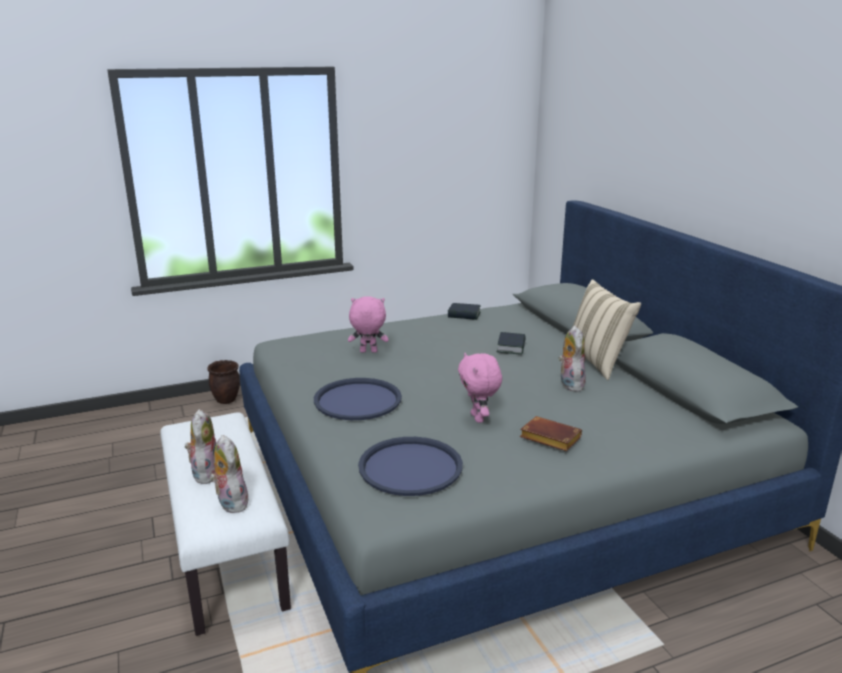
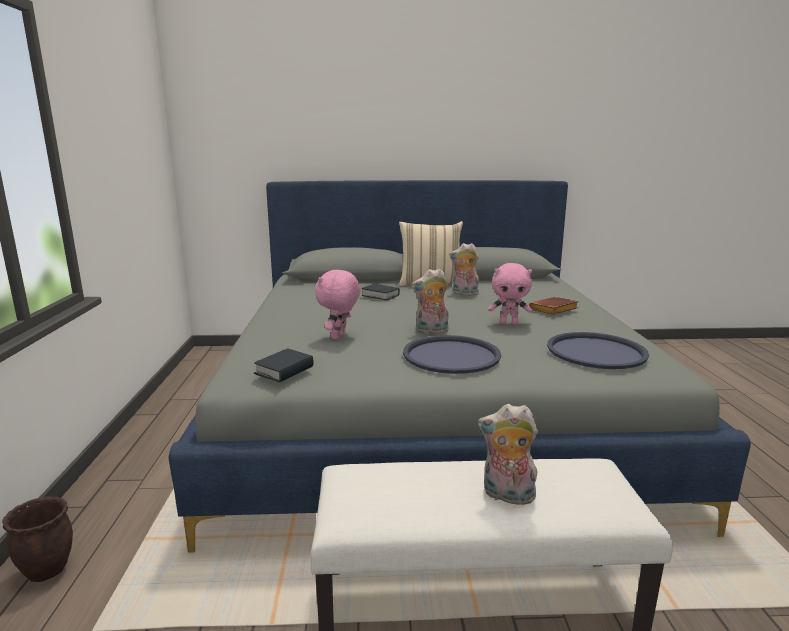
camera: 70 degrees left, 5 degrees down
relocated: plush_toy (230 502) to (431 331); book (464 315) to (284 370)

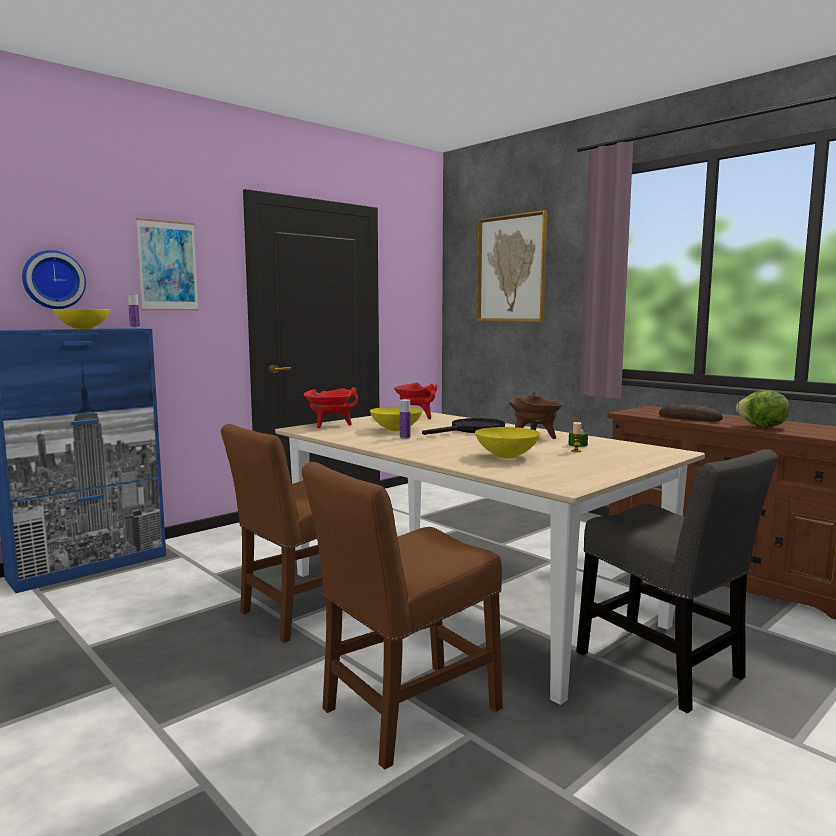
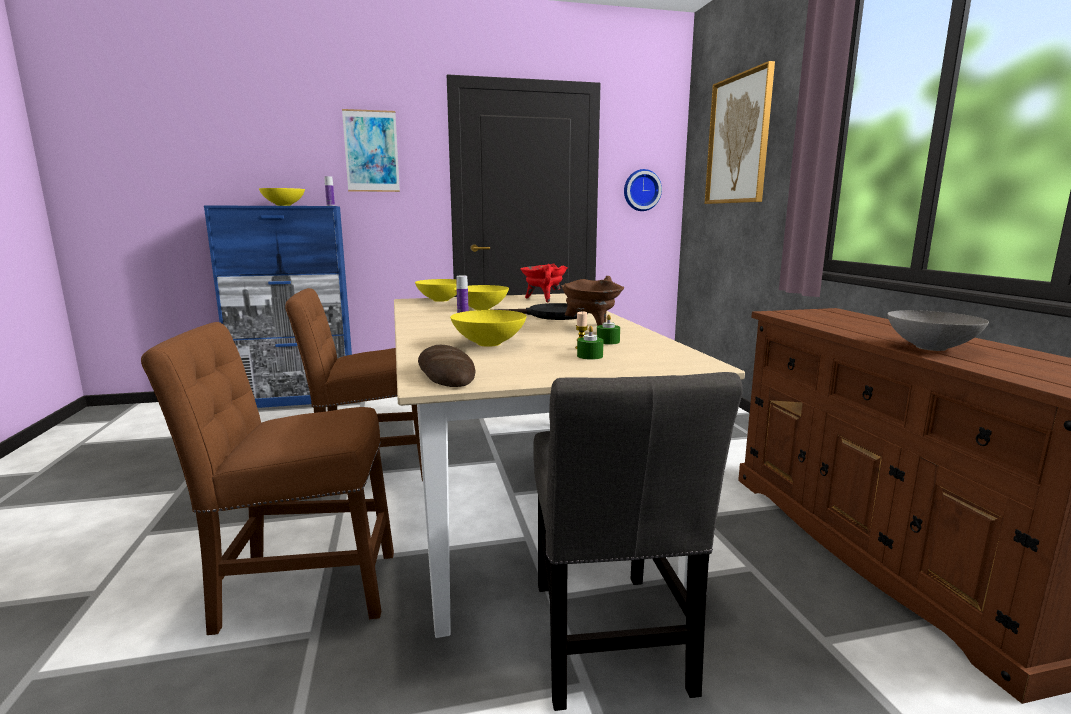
camera: 30 degrees right, 5 degrees up
appeared: green_candle (590 356)
relocated: wall_clock (53 280) to (641 190); bread (689 418) to (446 373)
exchanged: red_cooking_pot (329 425) to yellow_bowl (441 300); lettuce (762 427) to grey_bowl (930 348)

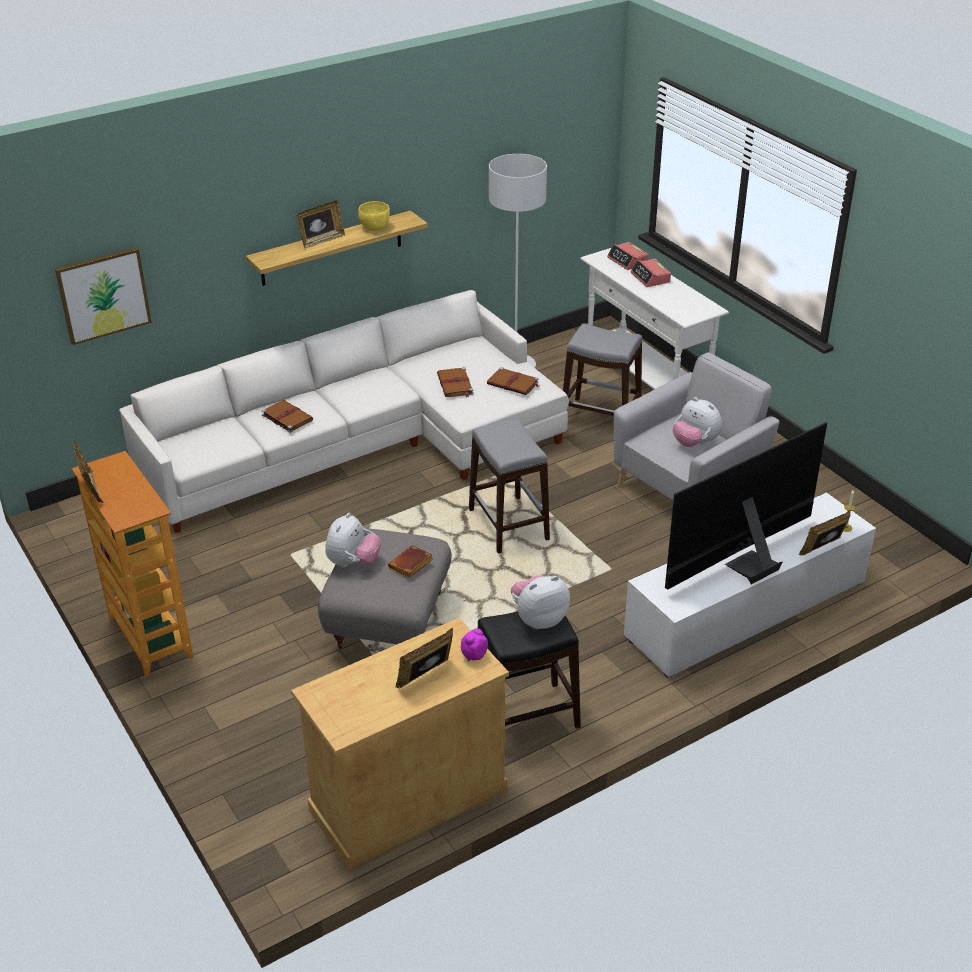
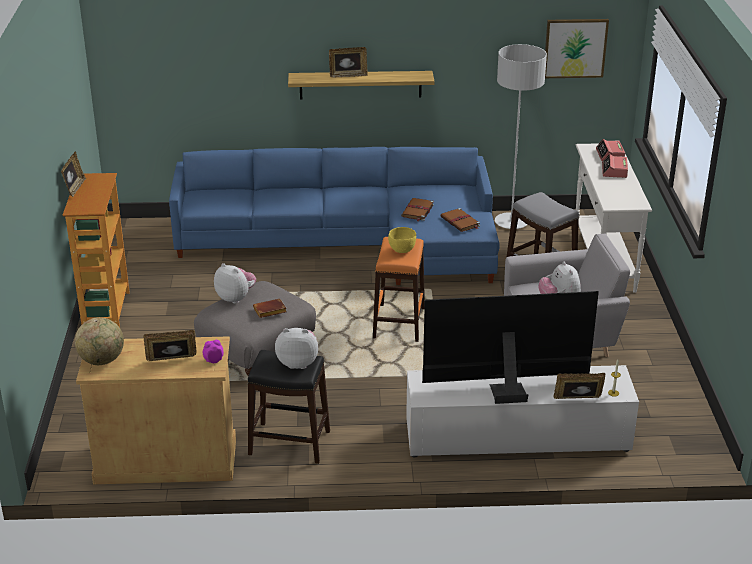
camera: 30 degrees right, 5 degrees down
missing: brown_book (286 417)
appeared: globe (102 360)
relocated: picture (103 295) to (575 48); yellow_bowl (374 228) to (401 250)
colour: white_sofa (364 444) to blue_sofa (350 241); grey_stool (508 525) to orange_stool (398 323)
spun: plush_toy (353 563) = (236 298) 105 degrees counterclockwise

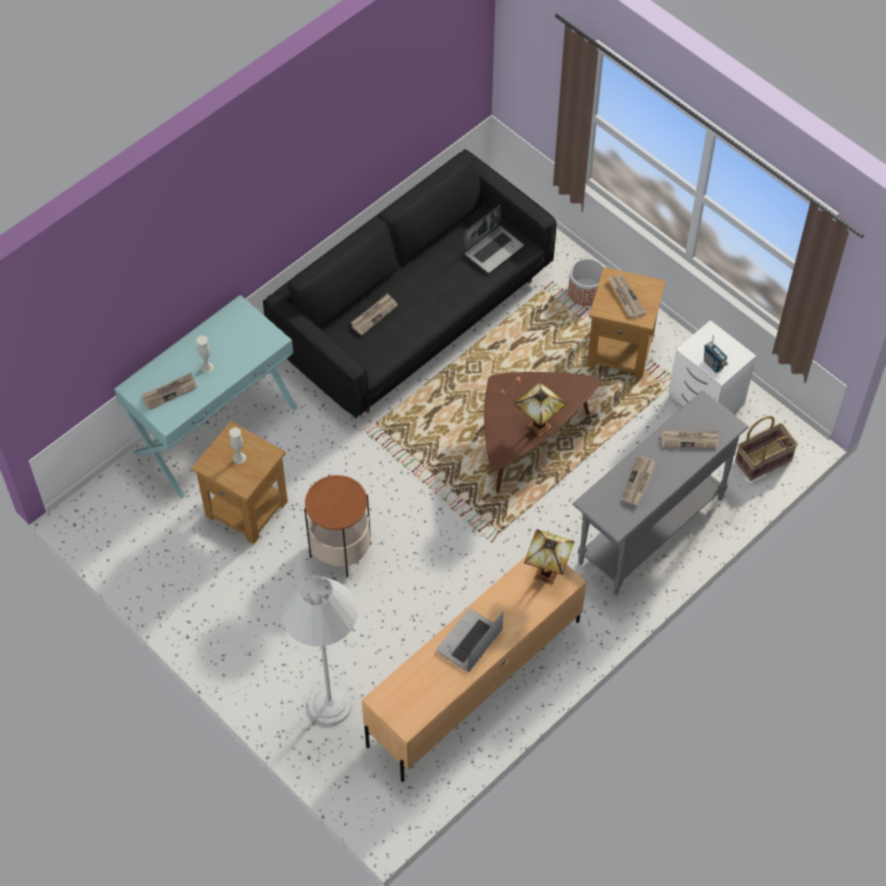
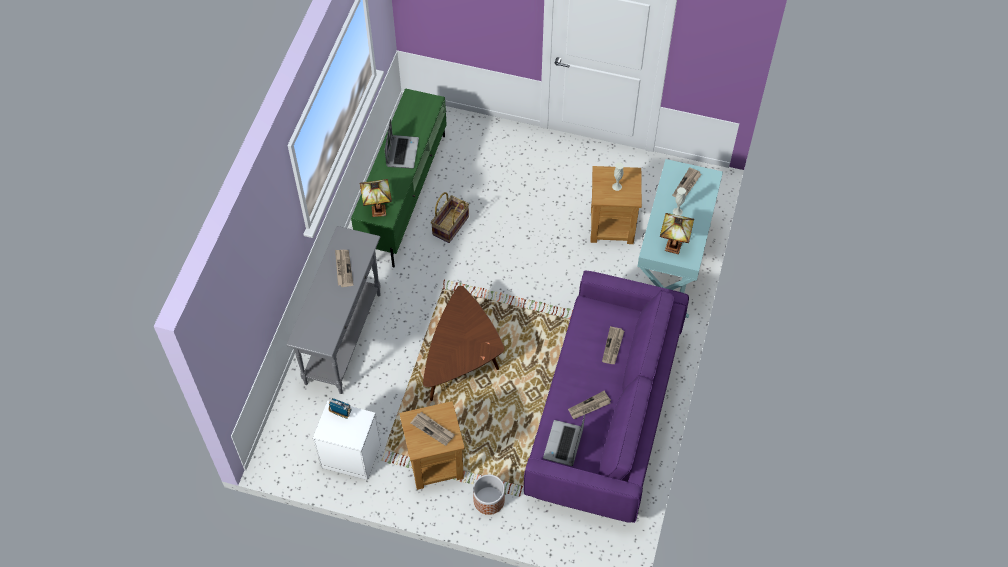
camera: 150 degrees right, 0 degrees up
missing: white_floor_lamp (330 704); side_table (340 550)
relocated: table_lamp (538 428) to (672 245); newspaper (689 440) to (589 406); basket (763 459) to (451 226)
colour: black_sofa (413 314) to purple_sofa (604 414); beige_tv_stand (473 683) to green_tv_stand (404 195)

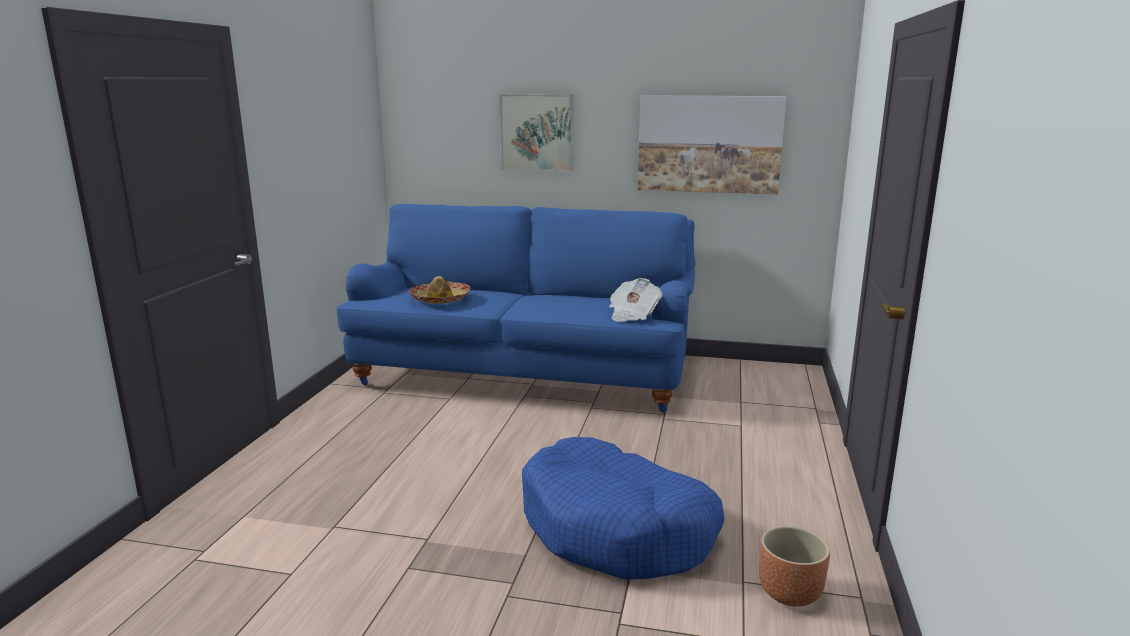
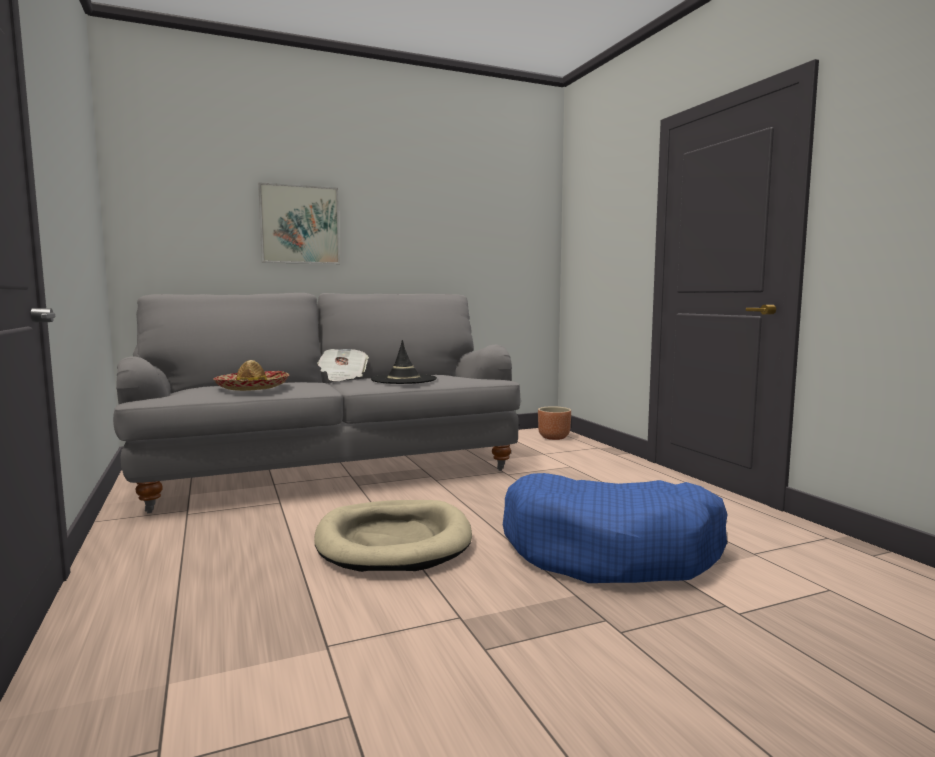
camera: 35 degrees left, 10 degrees down
missing: picture (709 144)
appeared: beige_dog_bed (394 541); black_hat (403 379)
relocated: newspaper (632 315) to (343 377); brown_planter (789 593) to (553 437)
colour: blue_sofa (525 373) to grey_sofa (330 470)

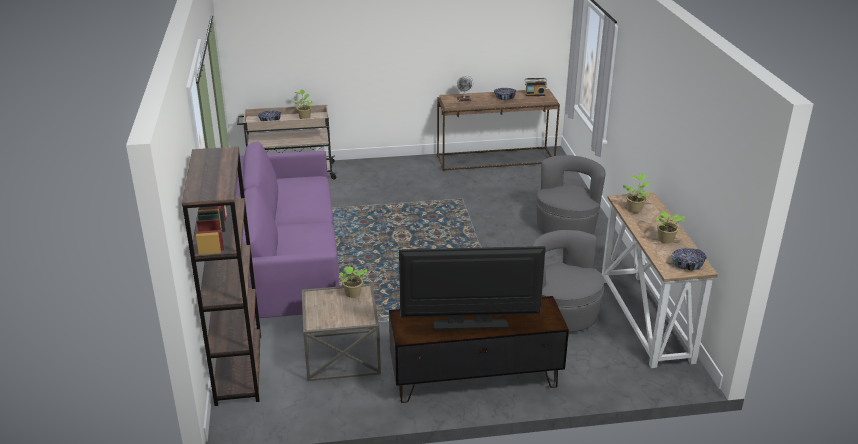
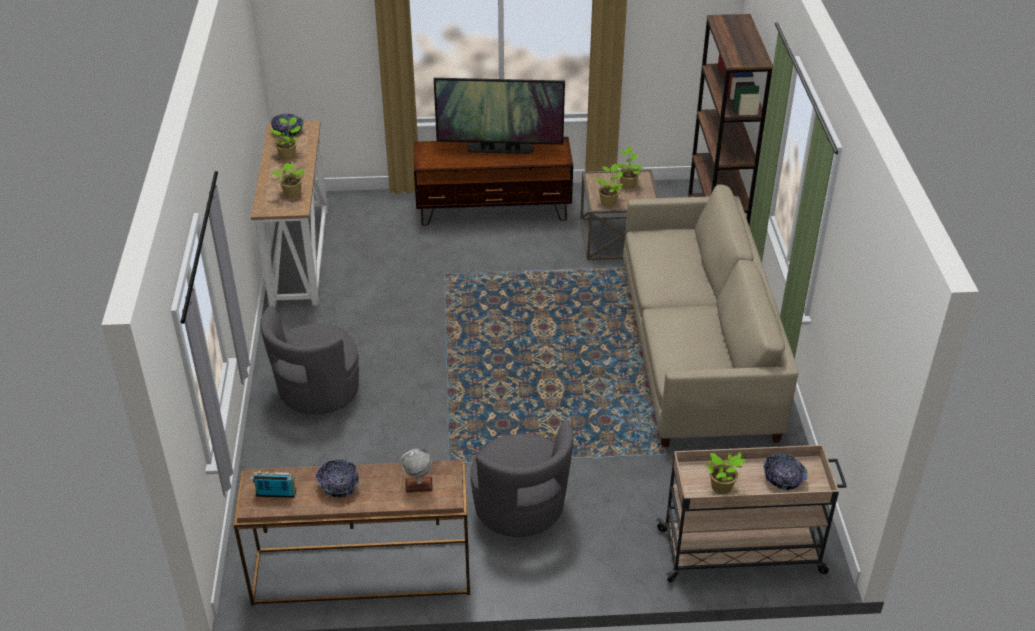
camera: 175 degrees left, 10 degrees up
appeared: potted_plant (627 184)
relocated: grey_armchair (563 314) to (520 508)
colour: purple_sofa (288 263) to beige_sofa (697 351)

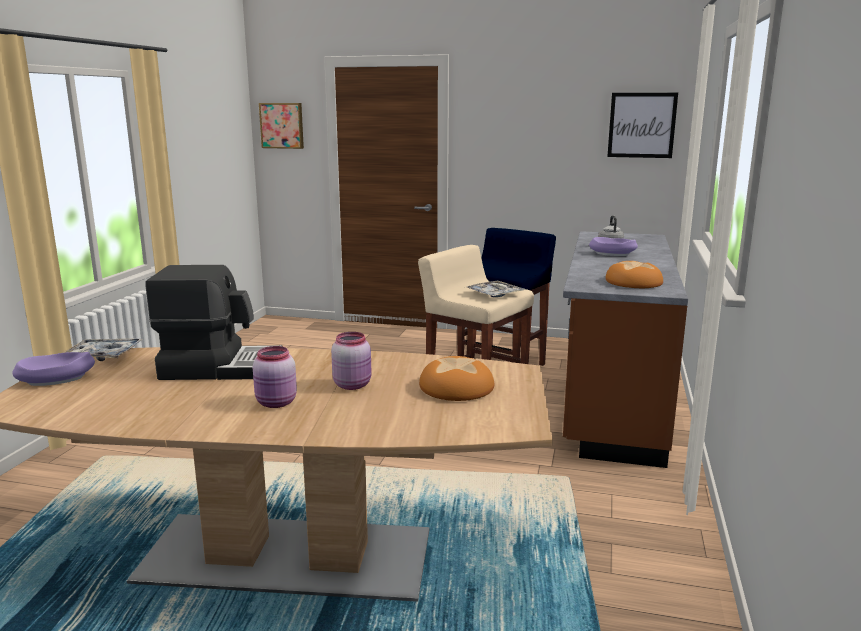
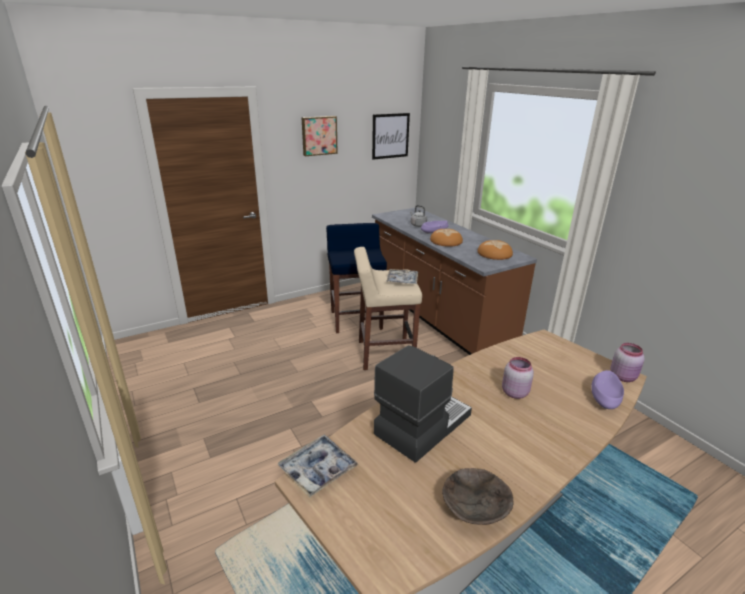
camera: 45 degrees left, 10 degrees up
appeared: brown_bowl (474 510)
relocated: purple_bowl (57 380) to (604 398); pink_jar (277 403) to (623 377); picture (282 125) to (319 135); bread (457 387) to (446 241)

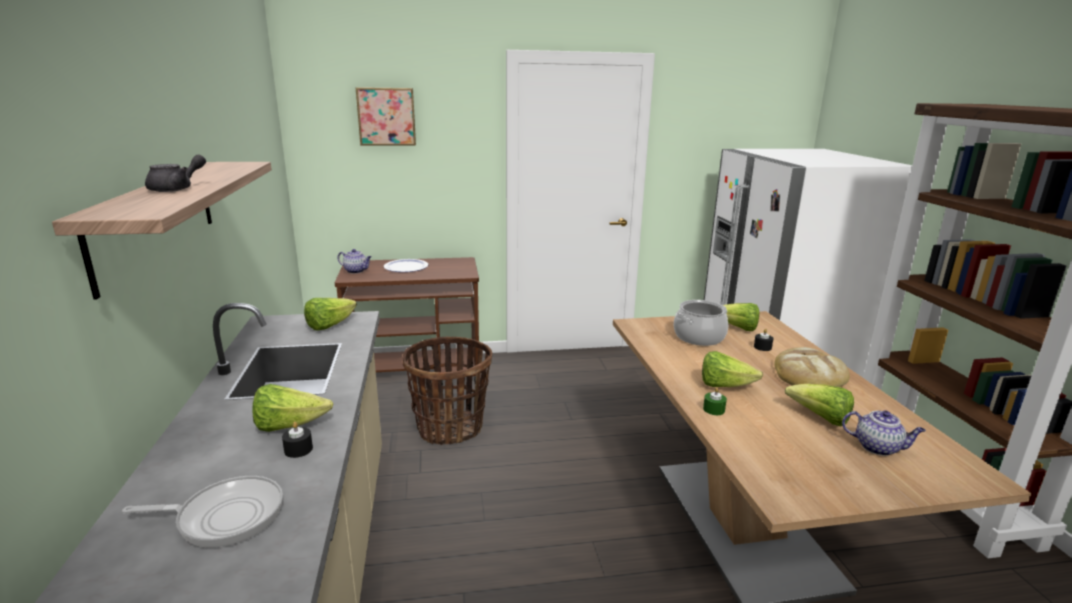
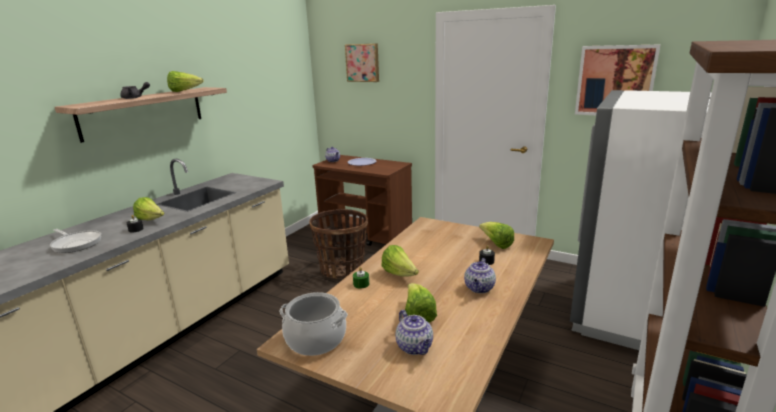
camera: 40 degrees right, 0 degrees up
appeared: picture (615 81)
relocated: lettuce (330 326) to (184 91); cooking_pot (698 337) to (316 339)
exchanged: bread (809 374) to teapot (479 288)

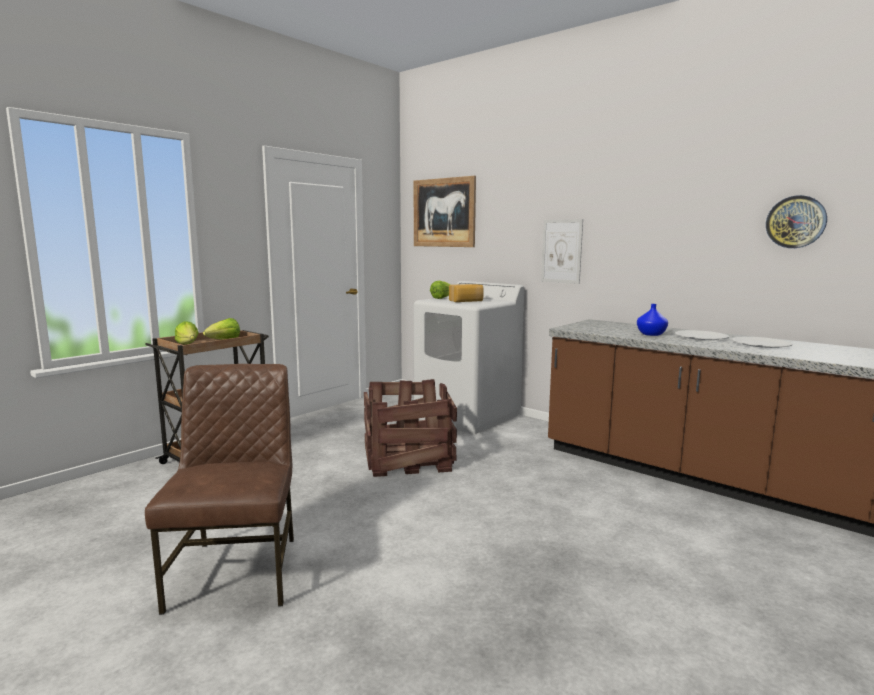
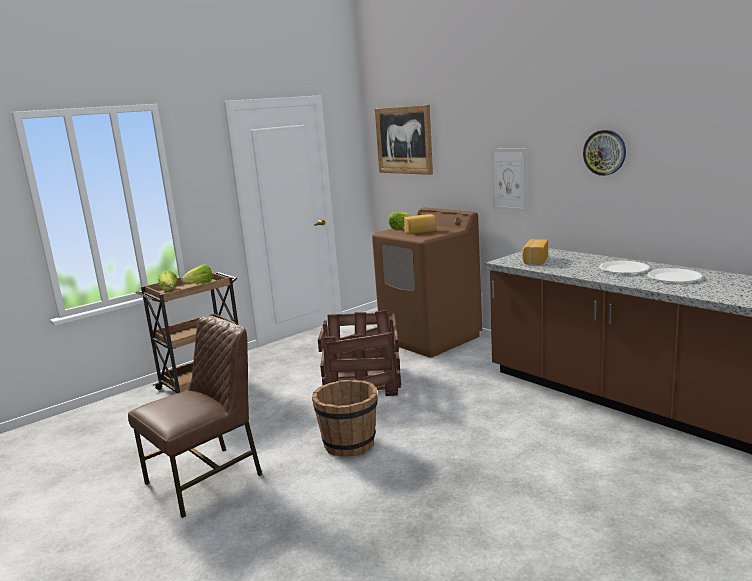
camera: 10 degrees right, 5 degrees up
missing: blue_vase (651 334)
appeared: brown_bucket (349 444); bread (534 260)
relocated: wall_clock (795 222) to (604 152)
colour: white_washing_machine (467 416) to brown_washing_machine (431 338)
spun: brown_chair (238 571) = (206 479) 45 degrees clockwise

